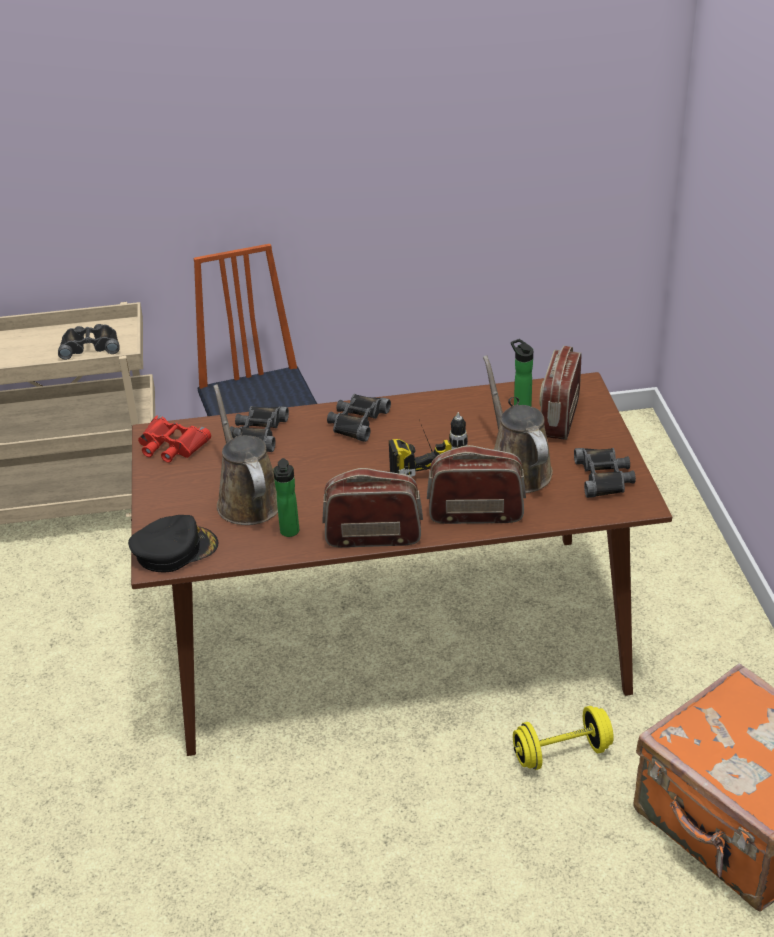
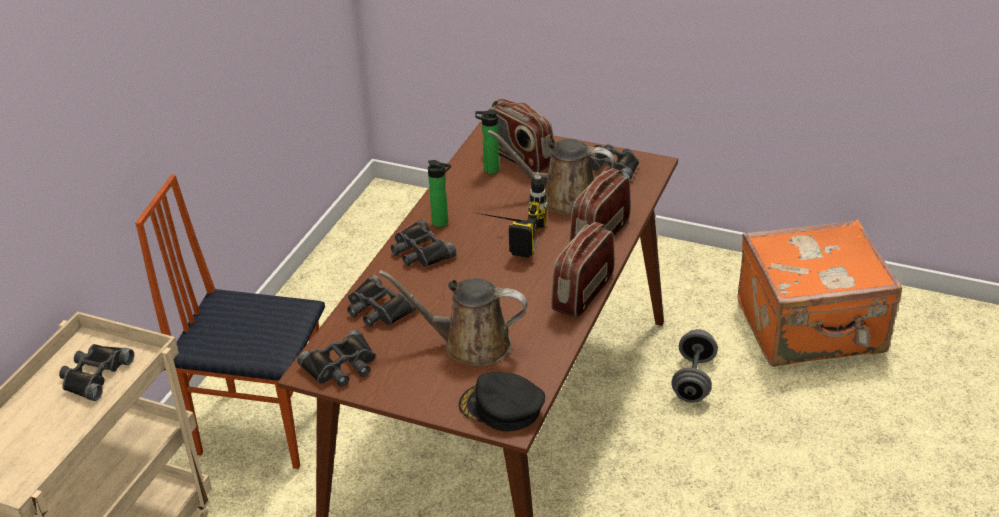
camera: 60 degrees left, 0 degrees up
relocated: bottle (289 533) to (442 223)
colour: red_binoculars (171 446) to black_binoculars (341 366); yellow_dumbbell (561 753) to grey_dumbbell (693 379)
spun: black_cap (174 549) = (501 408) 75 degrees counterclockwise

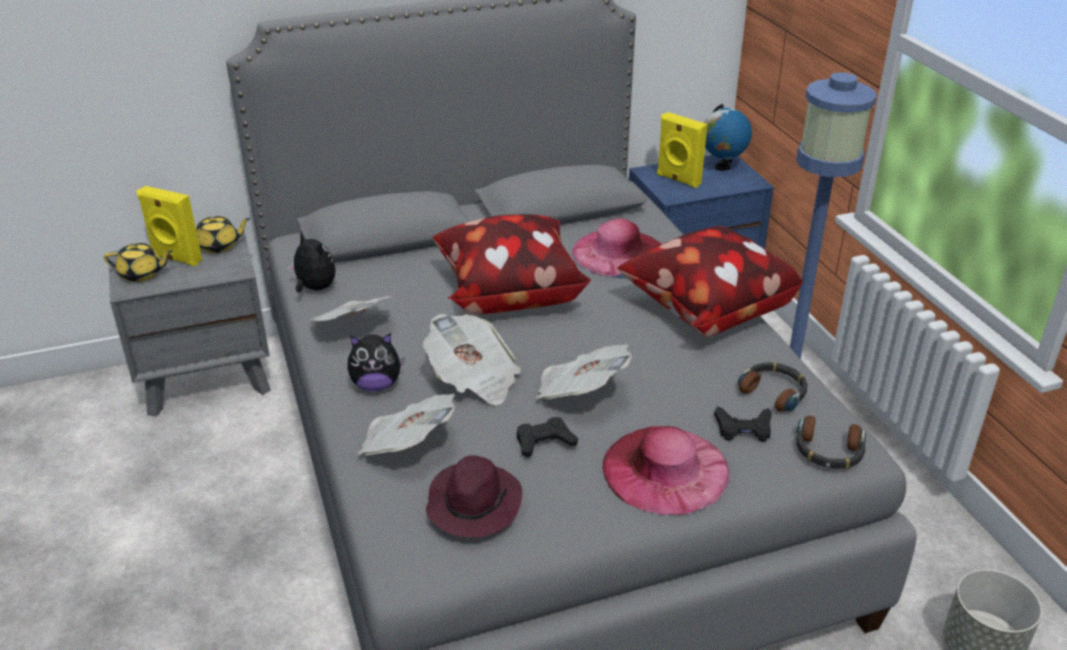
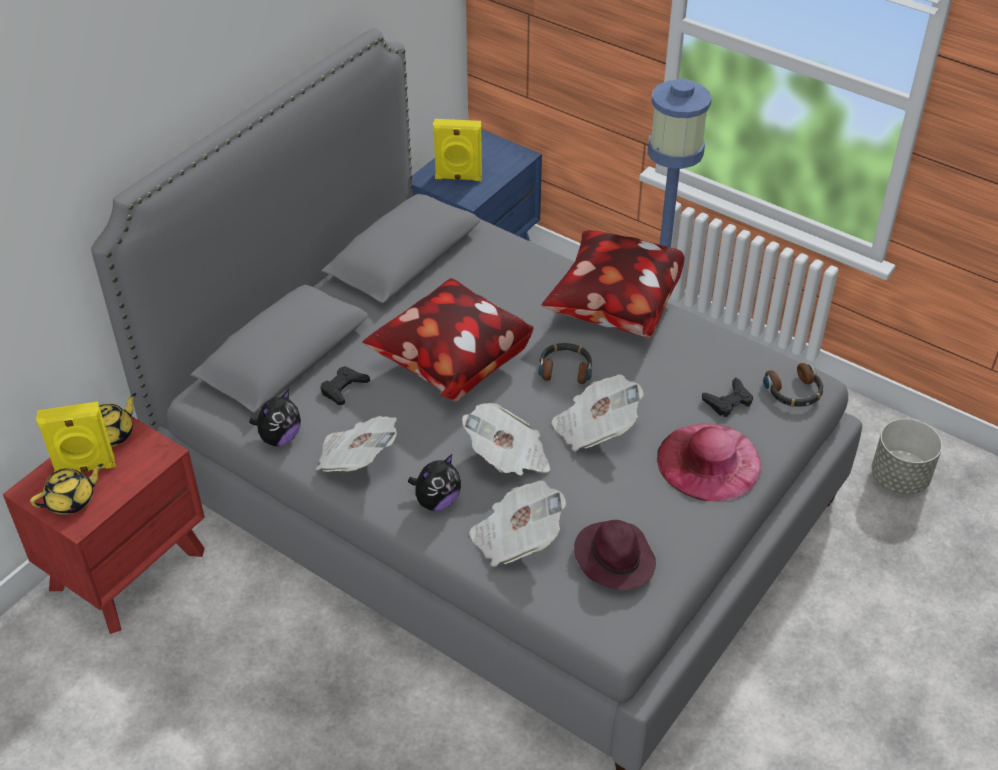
camera: 35 degrees left, 10 degrees up
missing: pink_hat (619 252); globe (722 167)
relocated: black_game_controller (544 441) to (344 388); headphones (774 392) to (565 368)
colour: grey_nightstand (207 378) to red_nightstand (128 568)
spun: plush_toy (314 288) = (279 437) 120 degrees clockwise

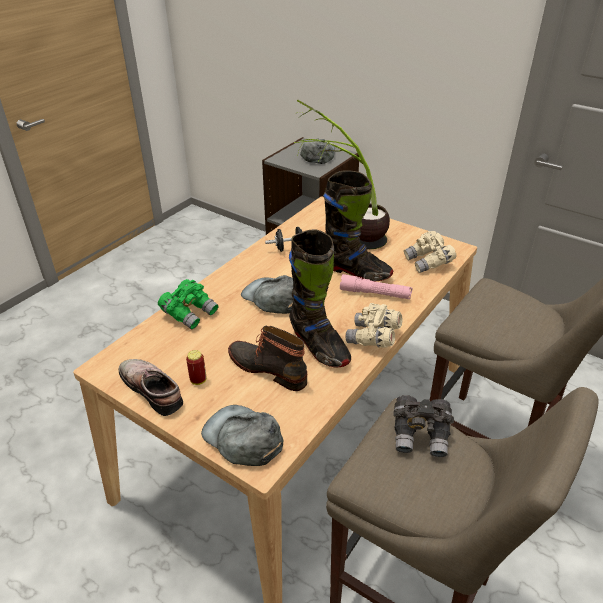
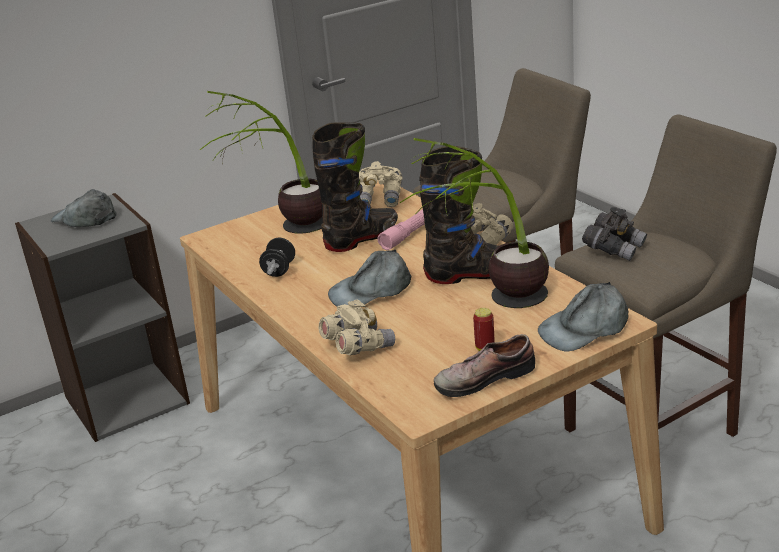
camera: 65 degrees left, 10 degrees down
exchanged: boot (268 368) to potted_plant (490 305)
colour: green_binoculars (190 313) to beige_binoculars (357 347)

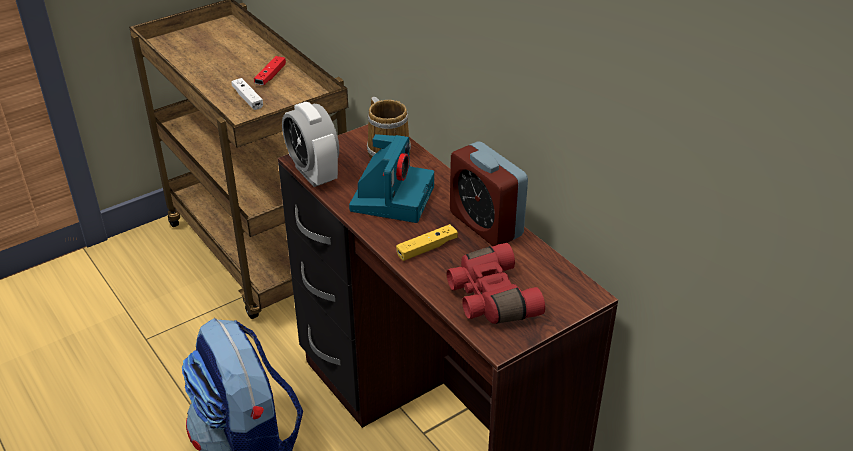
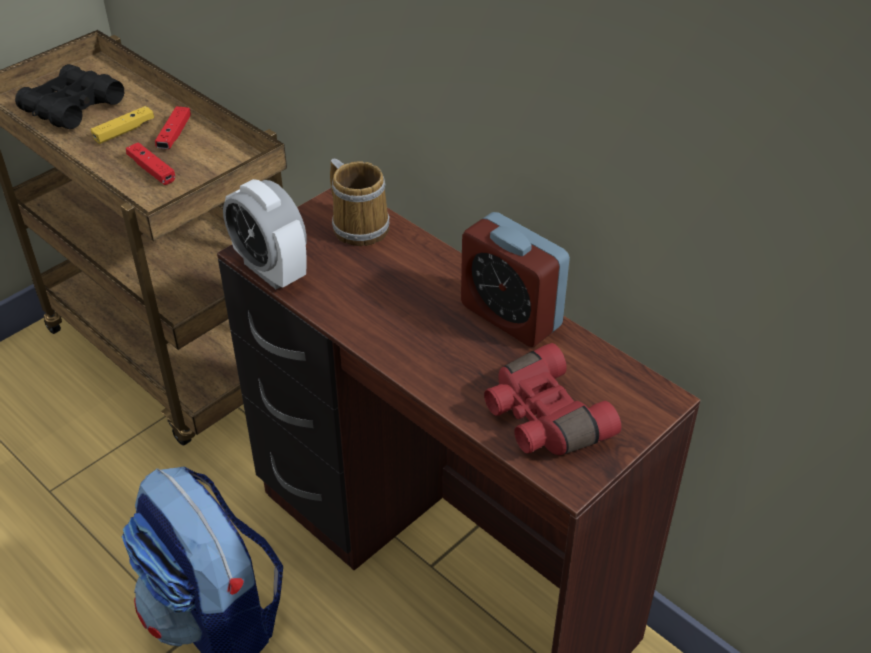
camera: 10 degrees left, 5 degrees up
missing: photo_camera (392 197)
appeared: black_binoculars (72 107)
relocated: yellow_game_controller (427 248) to (124 131)
colour: white_game_controller (247 99) to red_game_controller (151 170)

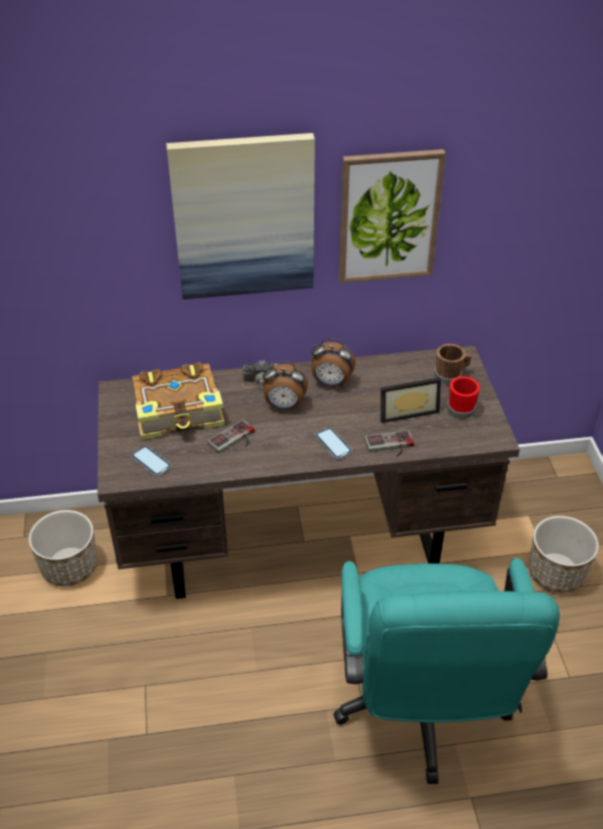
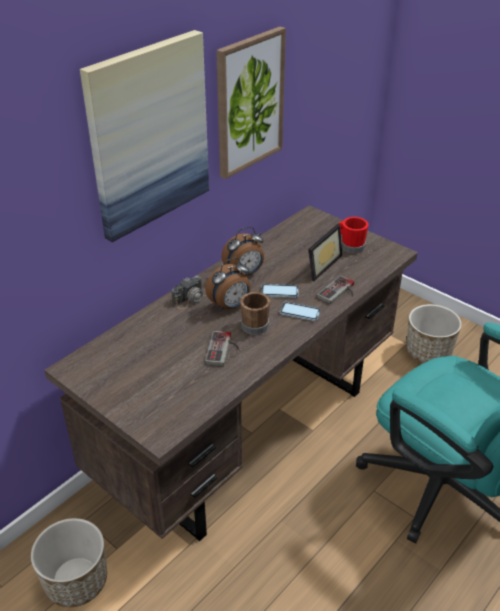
camera: 40 degrees left, 5 degrees down
missing: book (179 412)
relocated: phone (151 462) to (279 292); brown_mug (451 376) to (257 324)

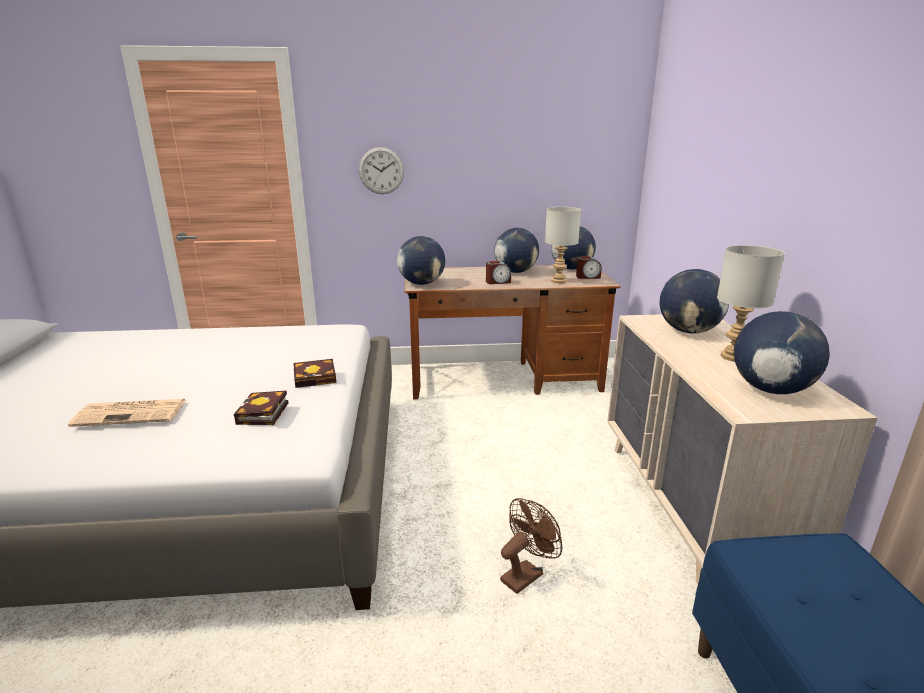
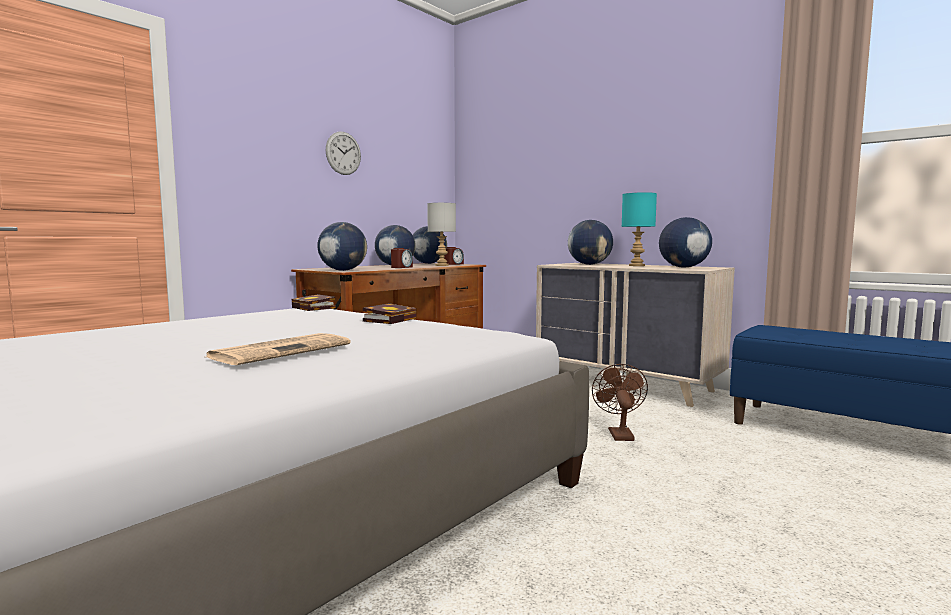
camera: 45 degrees left, 15 degrees down
relocated: book (263 414) to (315 308); wall_clock (381 170) to (343 153)
colour: grey_table_lamp (732 356) to turquoise_table_lamp (636 265)

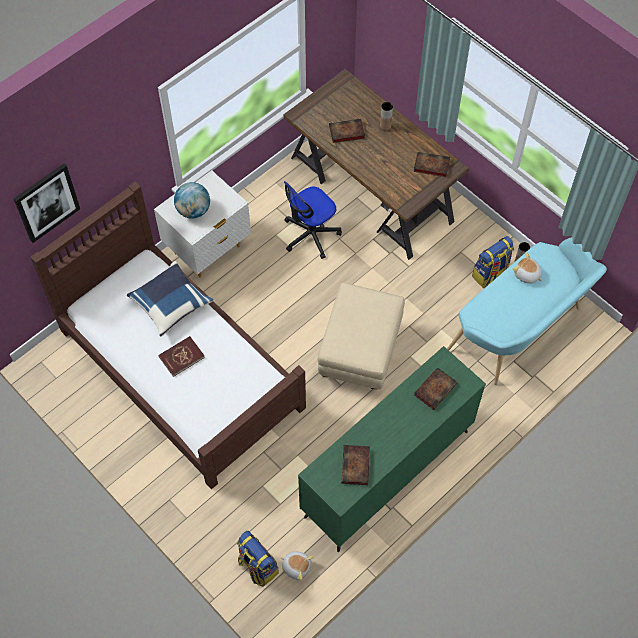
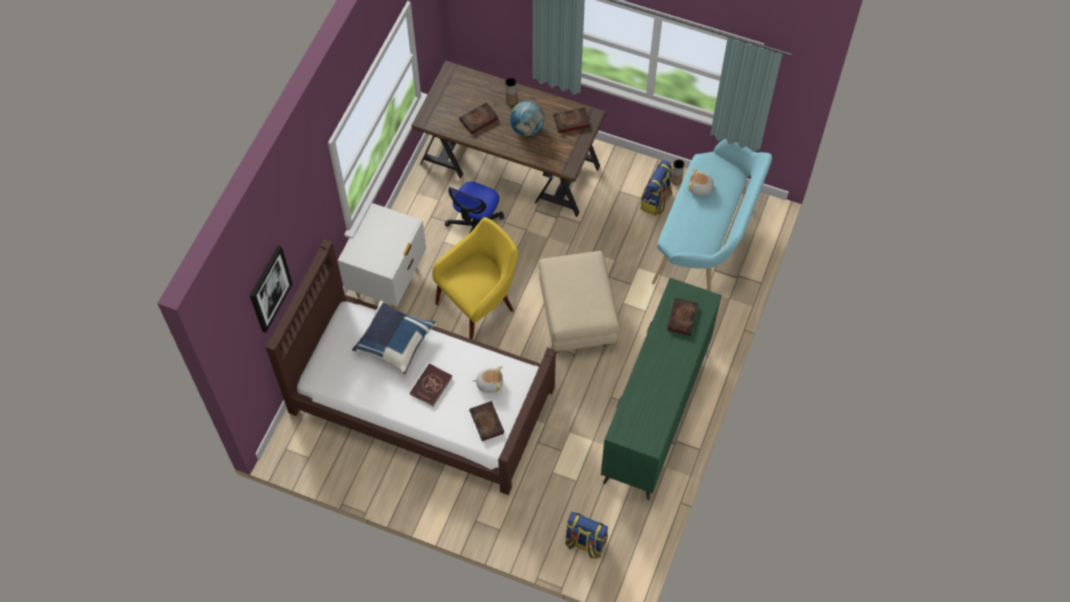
camera: 25 degrees left, 0 degrees up
appeared: yellow_armchair (479 303)
relocated: globe (193 210) to (527 128); plush_toy (296 566) to (489 383); book (356 467) to (487 423)

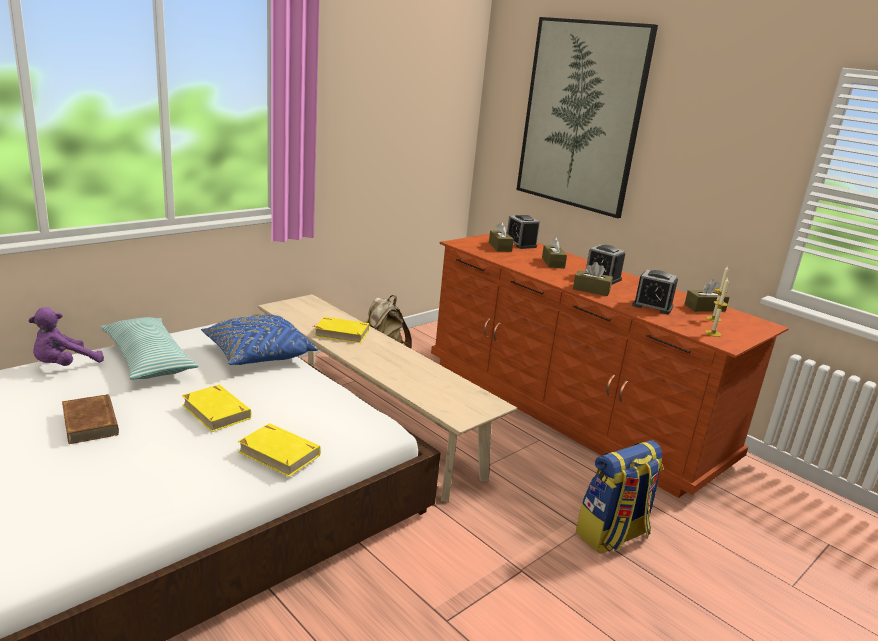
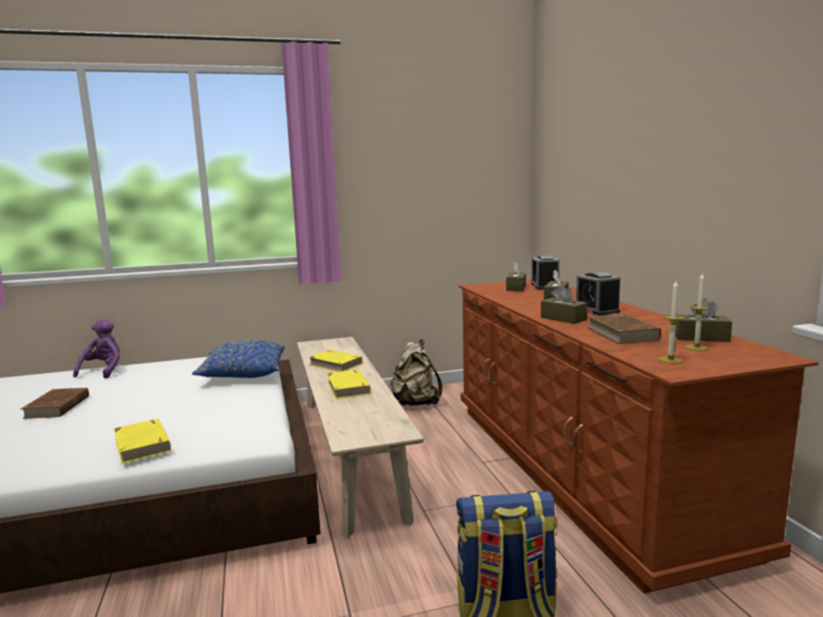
camera: 30 degrees right, 10 degrees down
missing: pillow (148 359); picture (581 116)
relocated: yellow_book (216 411) to (348 388)
exchanged: alarm_clock (652 306) to brown_book (622 333)
spun: purple_plush_toy (64 365) = (103 371) 120 degrees clockwise

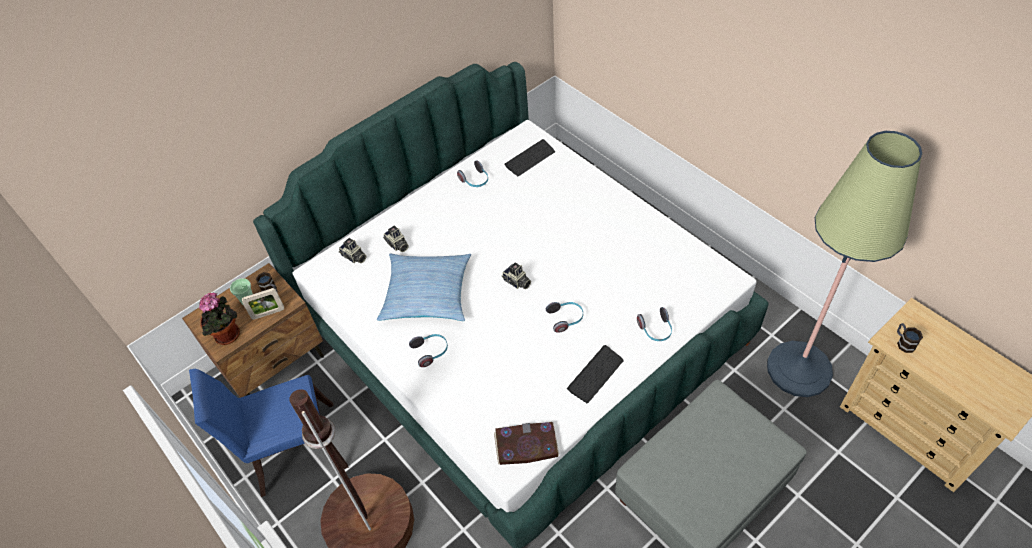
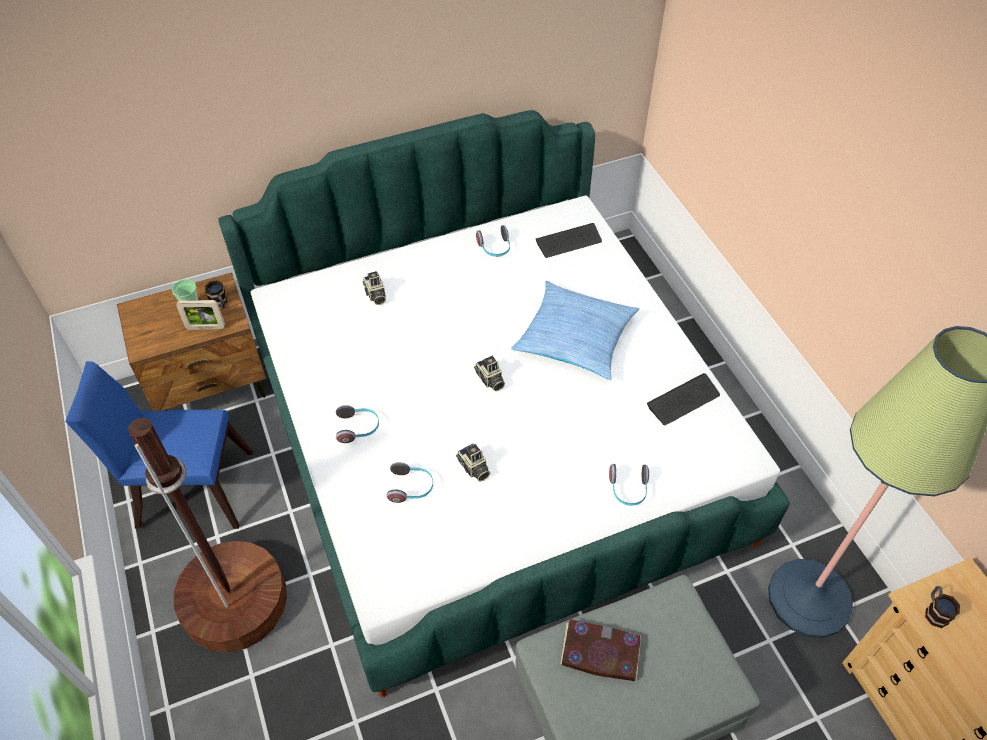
camera: 15 degrees right, 0 degrees up
missing: potted_plant (229 336)
relocated: photo_camera (354 257) to (473 468); pillow (427 293) to (575 338); book (526 445) to (600 652); headphones (566 319) to (411 488); keyboard (595 375) to (683 400)

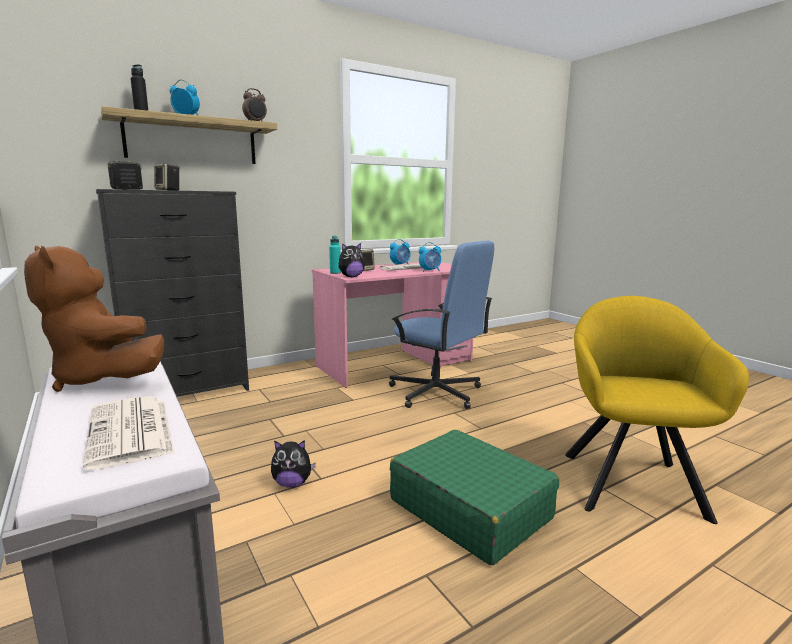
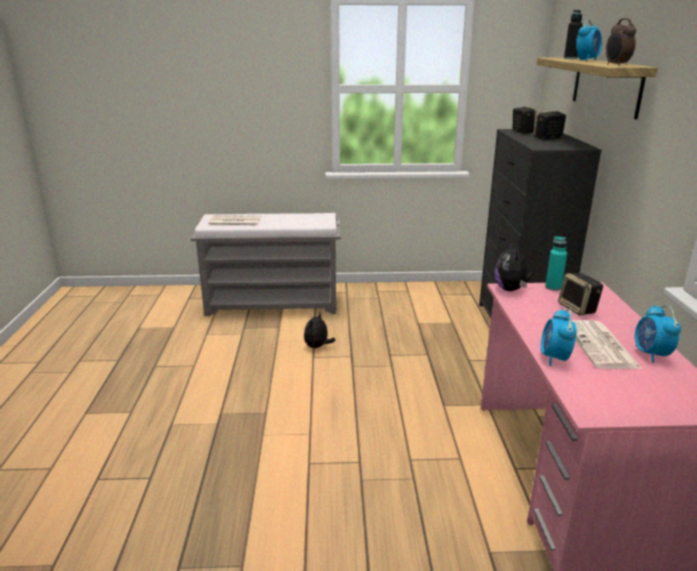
camera: 120 degrees right, 10 degrees up
missing: brown_plush_toy (103 379); blue_office_chair (436 393); green_suitcase (469 508); yellow_armchair (630 480)

